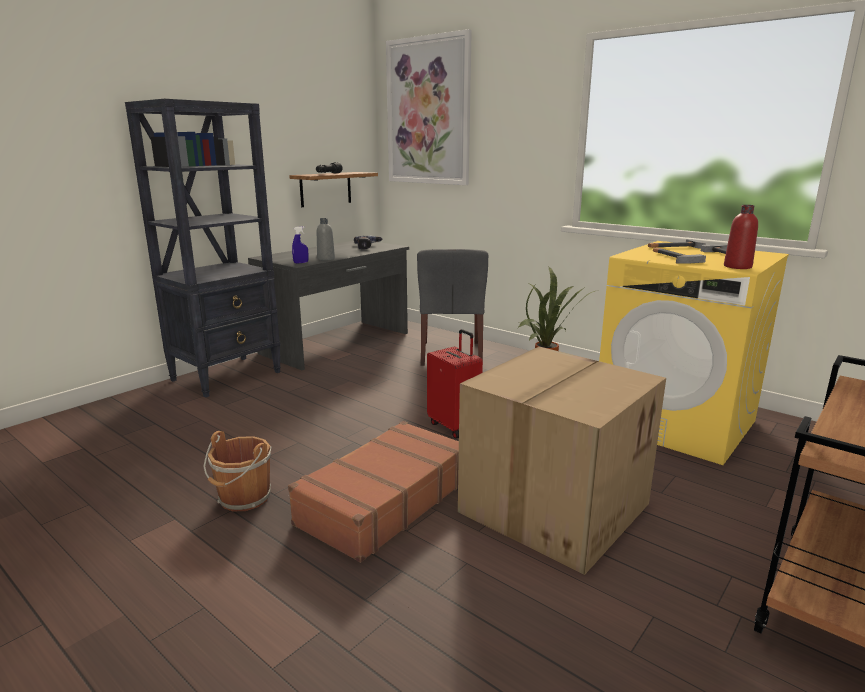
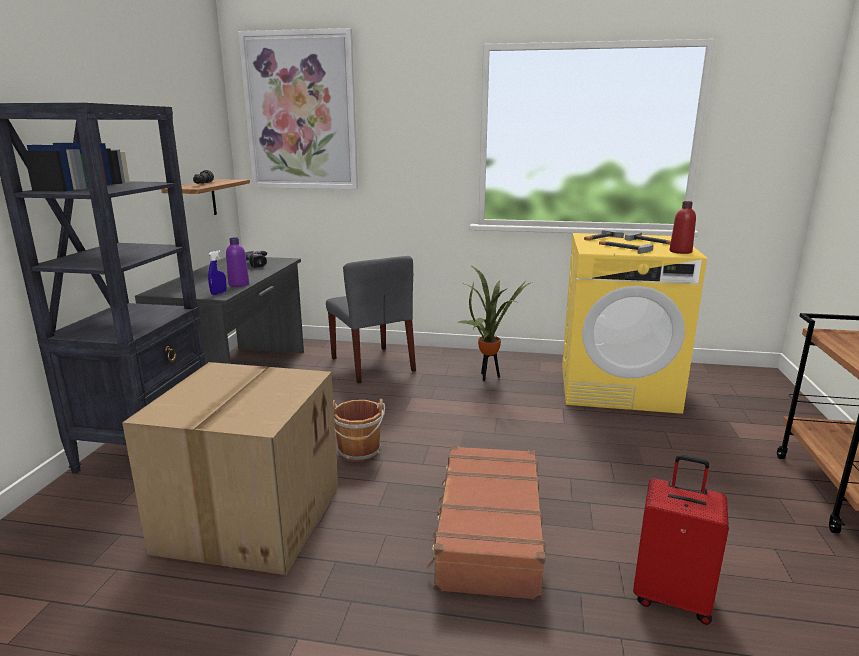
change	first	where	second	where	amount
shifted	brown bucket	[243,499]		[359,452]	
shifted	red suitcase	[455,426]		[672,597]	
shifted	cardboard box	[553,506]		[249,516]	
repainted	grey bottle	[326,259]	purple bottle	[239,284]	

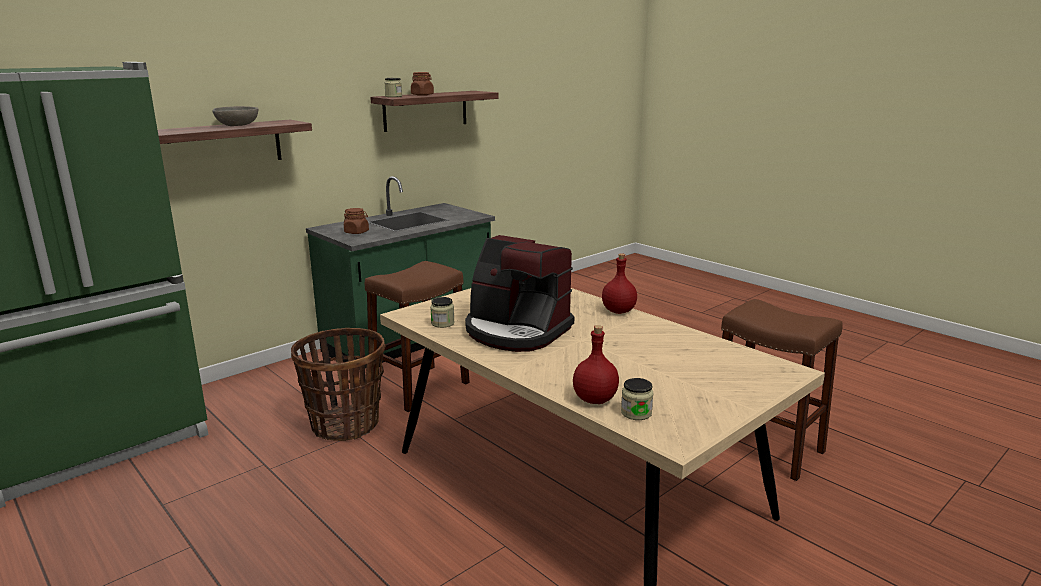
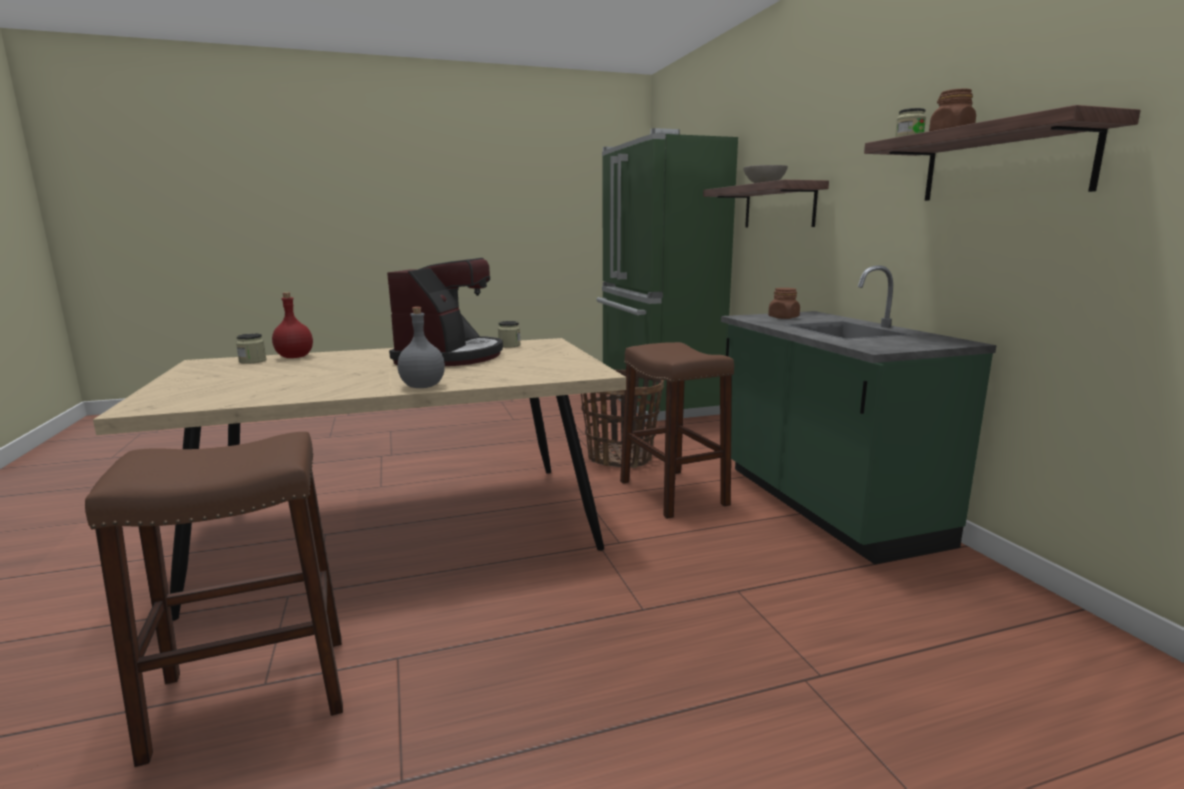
change	first	where	second	where	amount
repainted	red bottle	[618,311]	grey bottle	[422,386]	
rotated	coffee machine	[516,331]		[450,356]	135 degrees clockwise

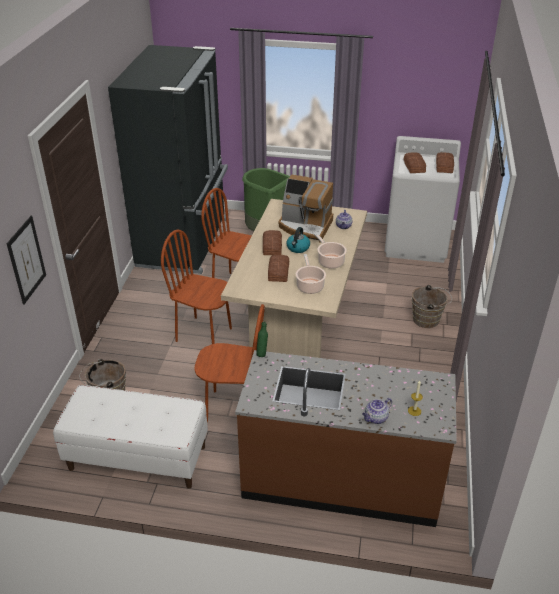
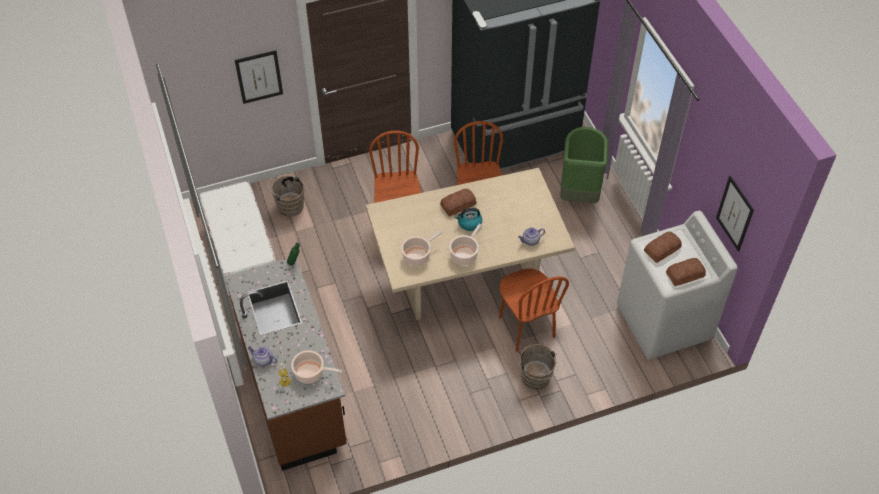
change	first	where	second	where	amount
gone	bread	[279,272]			
gone	coffee machine	[305,226]			
new			cooking pot	[311,373]	
new			picture	[735,213]	
shifted	brown chair	[233,408]		[526,327]	

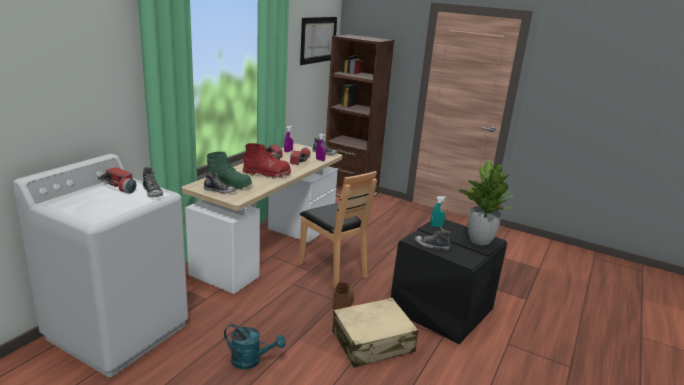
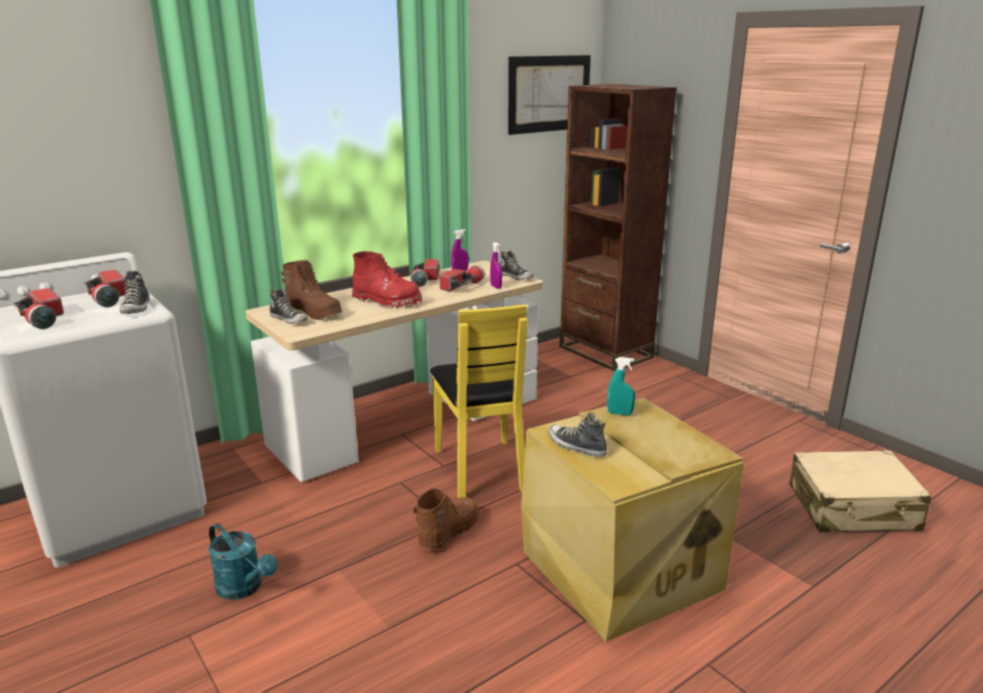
change	first	where	second	where	amount
gone	potted plant	[479,241]			
new			flashlight	[43,319]	
shifted	beige suitcase	[373,342]		[853,508]	
repainted	green boot	[229,184]	brown boot	[314,312]	
repainted	brown chair	[333,269]	yellow chair	[481,469]	
repainted	black storage box	[442,310]	beige storage box	[620,572]	

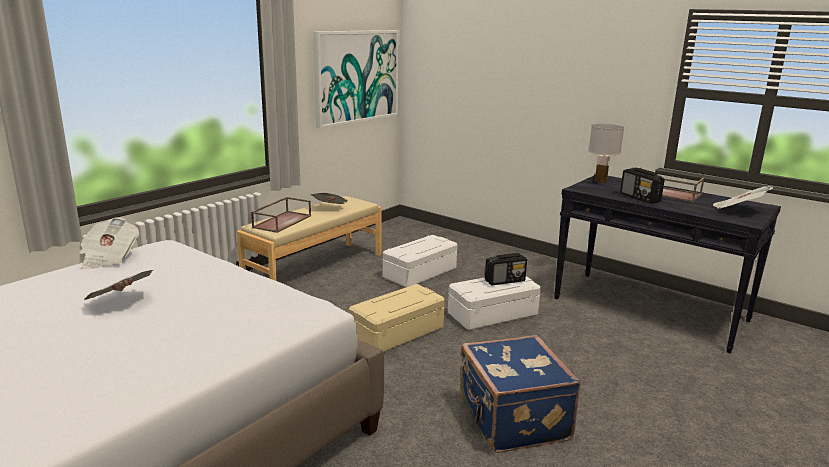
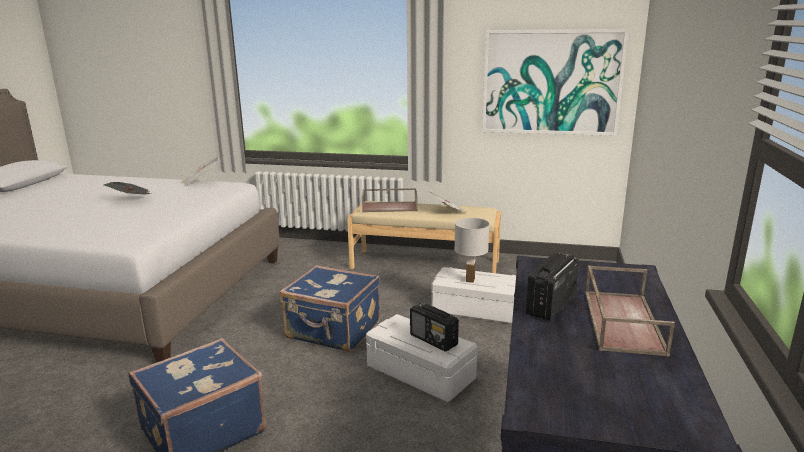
change	first	where	second	where	amount
gone	newspaper	[738,210]			
shifted	white table lamp	[600,181]		[470,280]	
swapped	beige storage box	[397,332]	blue suitcase	[333,331]	

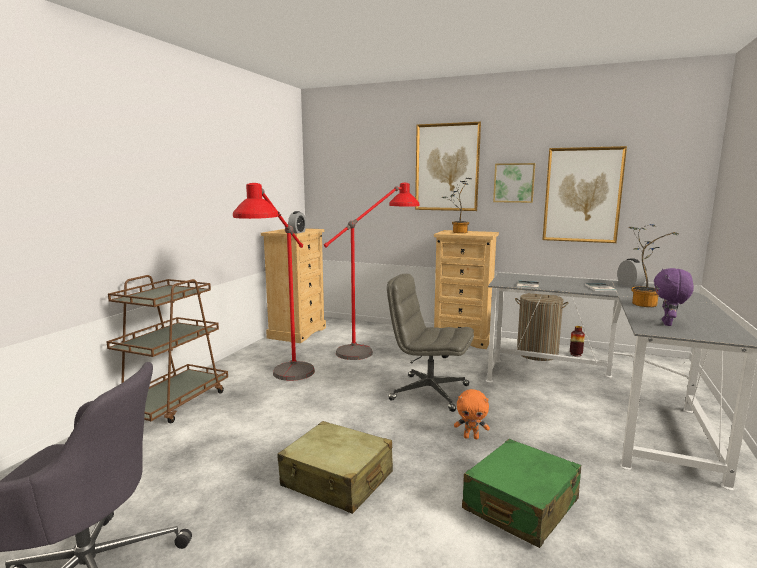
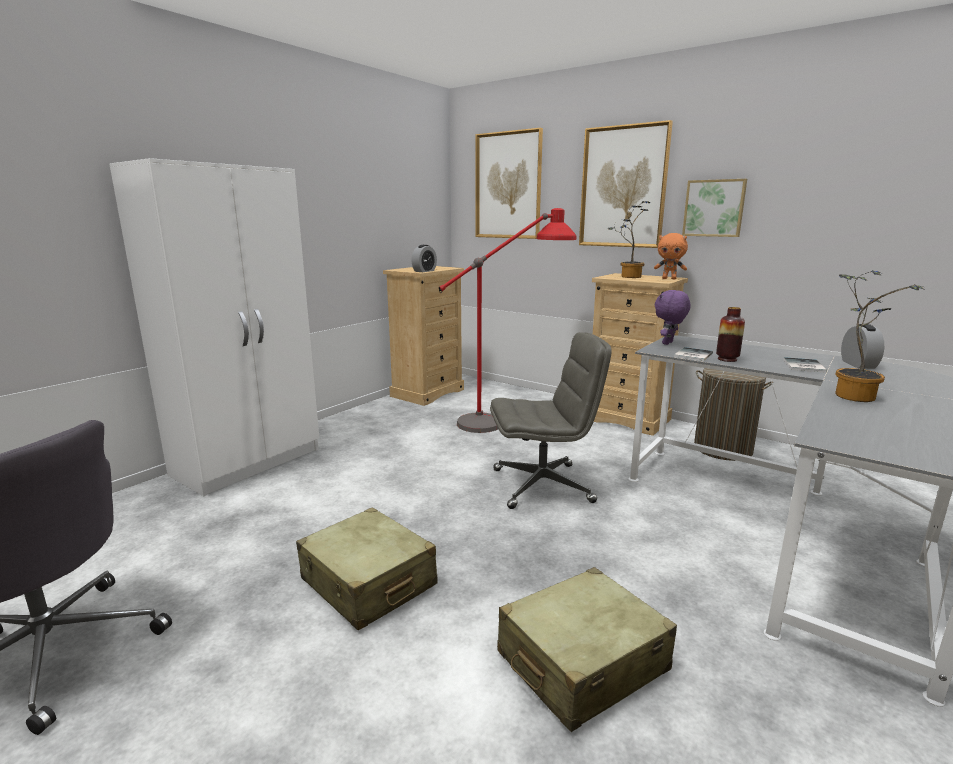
change	first	where	second	where	amount
gone	red floor lamp	[283,384]			
shifted	orange plush toy	[471,437]		[669,279]	
shifted	picture	[582,195]		[508,186]	
shifted	vase	[576,354]		[727,359]	
shifted	purple plush toy	[668,324]		[668,343]	
swapped	brown cart	[173,403]	white wardrobe	[249,462]	
repainted	green suitcase	[520,505]	beige suitcase	[581,662]	
rotated	grey office chair	[428,392]		[543,485]	135 degrees clockwise

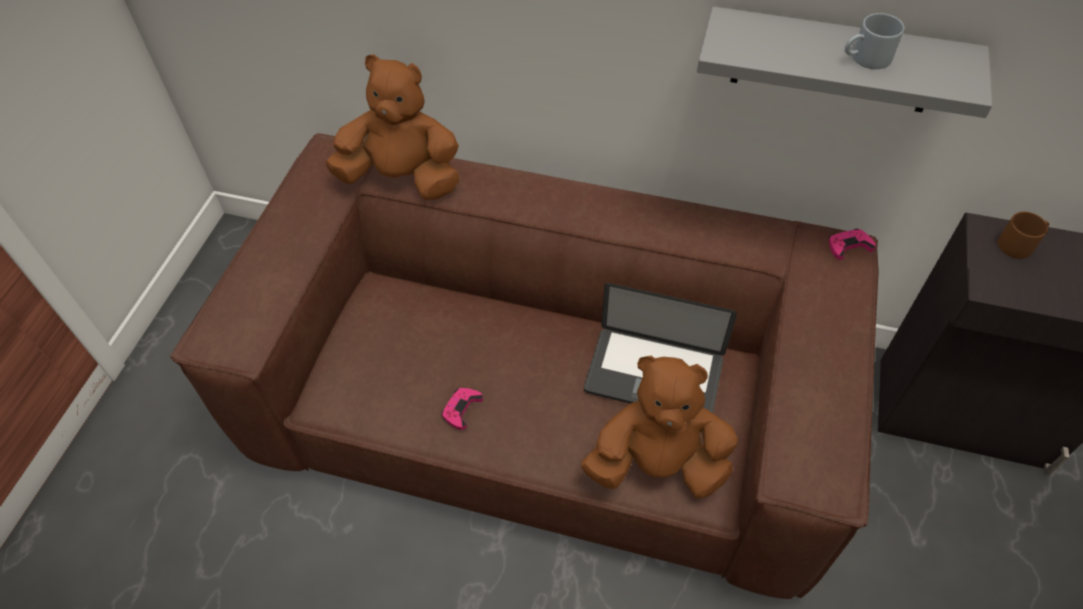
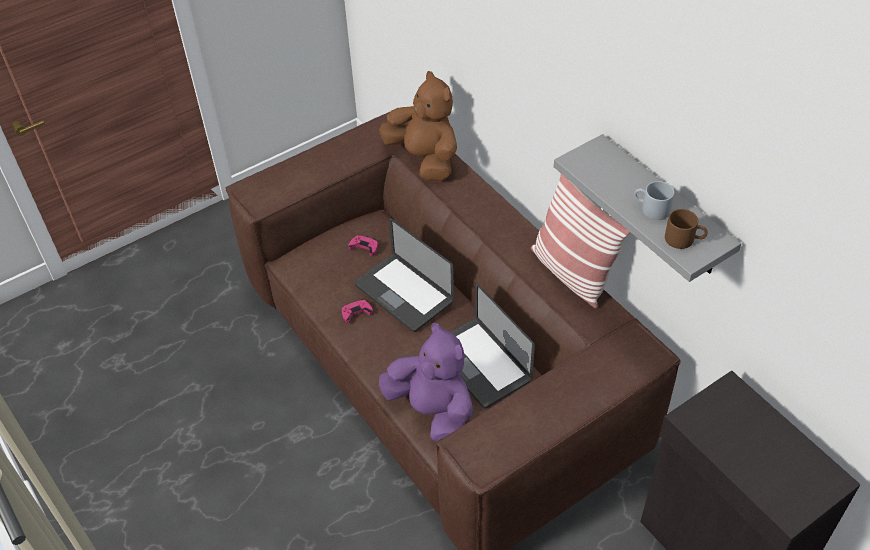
change	first	where	second	where	amount
new			laptop	[403,294]	
new			pillow	[571,273]	
shifted	pink game controller	[848,246]		[364,246]	
shifted	brown mug	[1019,243]		[684,239]	
repainted	brown plush toy	[657,464]	purple plush toy	[432,411]	

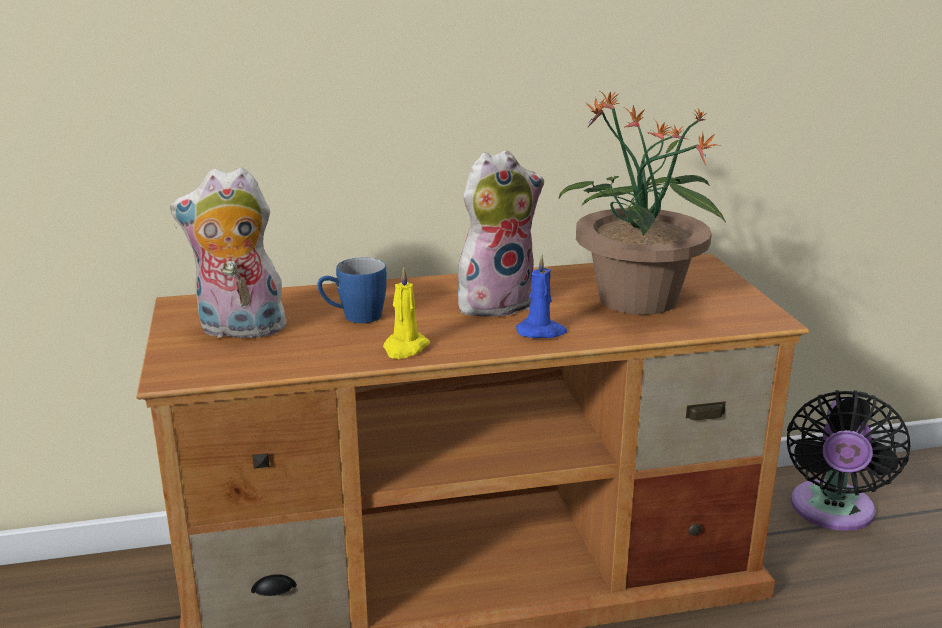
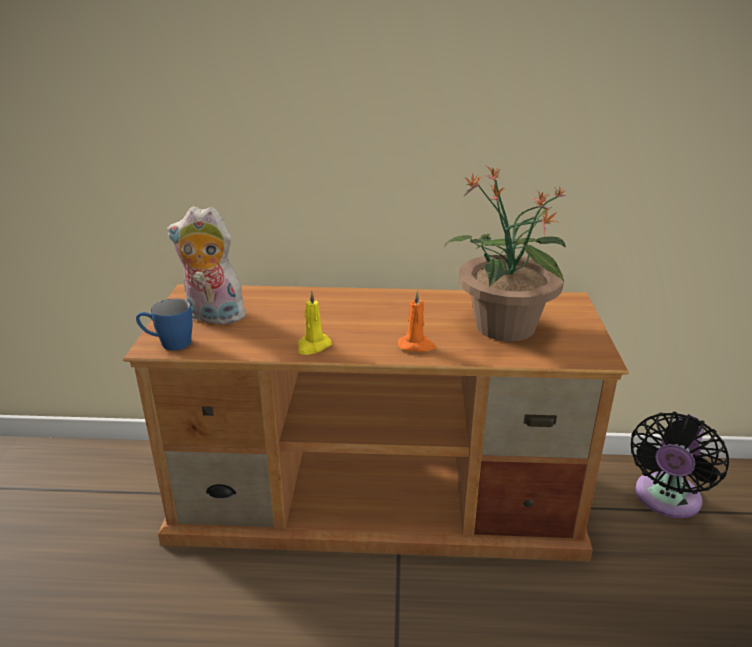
change	first	where	second	where	amount
gone	plush toy	[495,302]			
shifted	blue mug	[354,317]		[168,344]	
repainted	blue candle	[541,332]	orange candle	[417,345]	

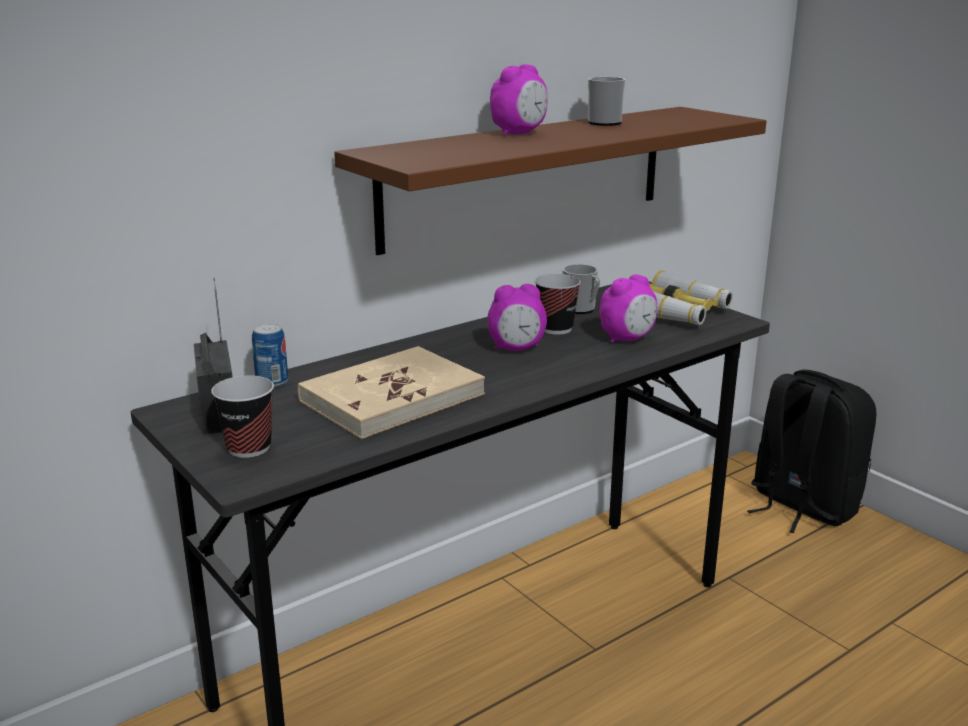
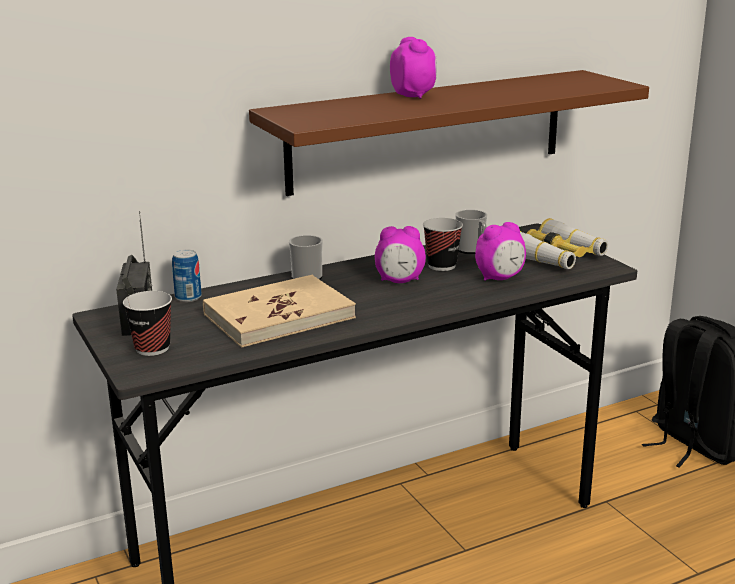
change	first	where	second	where	amount
shifted	mug	[601,122]		[305,276]	
rotated	alarm clock	[519,133]		[413,96]	75 degrees counterclockwise

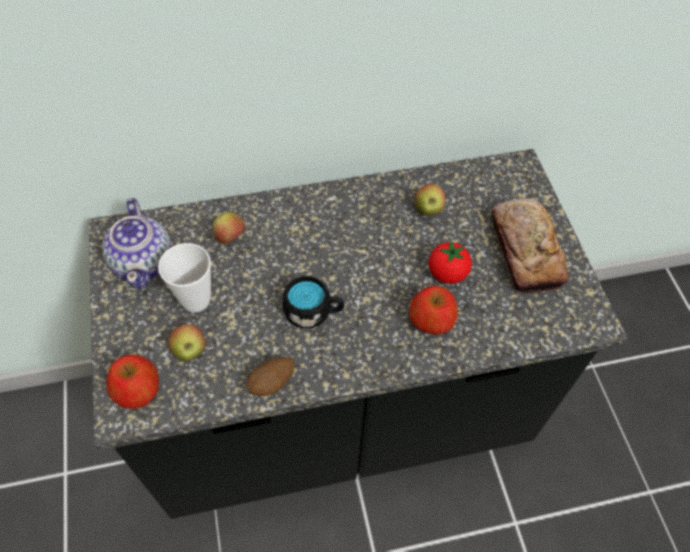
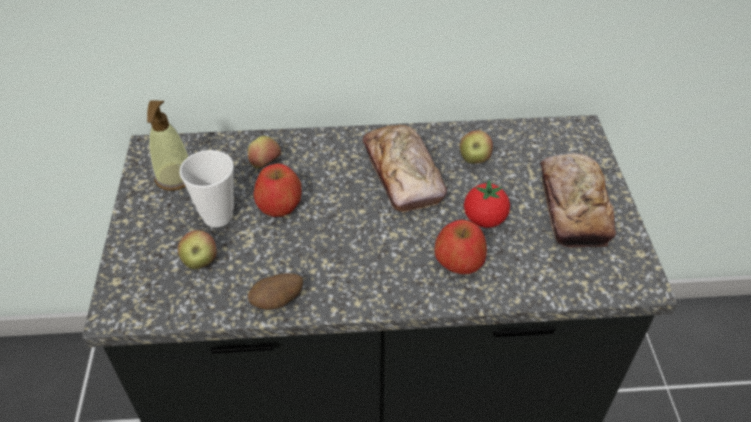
change	first	where	second	where	amount
gone	black mug	[313,312]			
new			bread	[403,175]	
shifted	apple	[137,390]		[279,204]	
swapped	teapot	[144,262]	soap dispenser	[175,178]	

